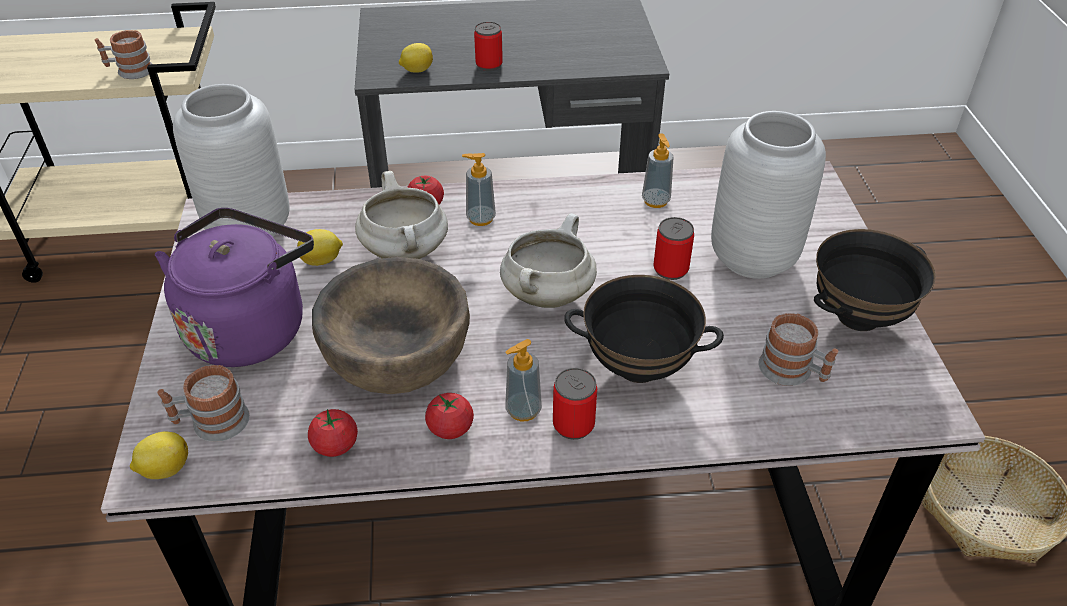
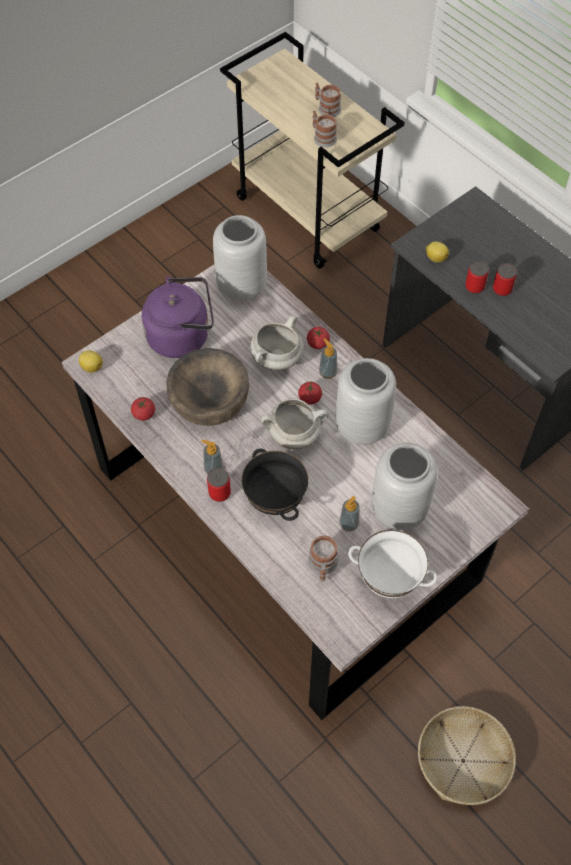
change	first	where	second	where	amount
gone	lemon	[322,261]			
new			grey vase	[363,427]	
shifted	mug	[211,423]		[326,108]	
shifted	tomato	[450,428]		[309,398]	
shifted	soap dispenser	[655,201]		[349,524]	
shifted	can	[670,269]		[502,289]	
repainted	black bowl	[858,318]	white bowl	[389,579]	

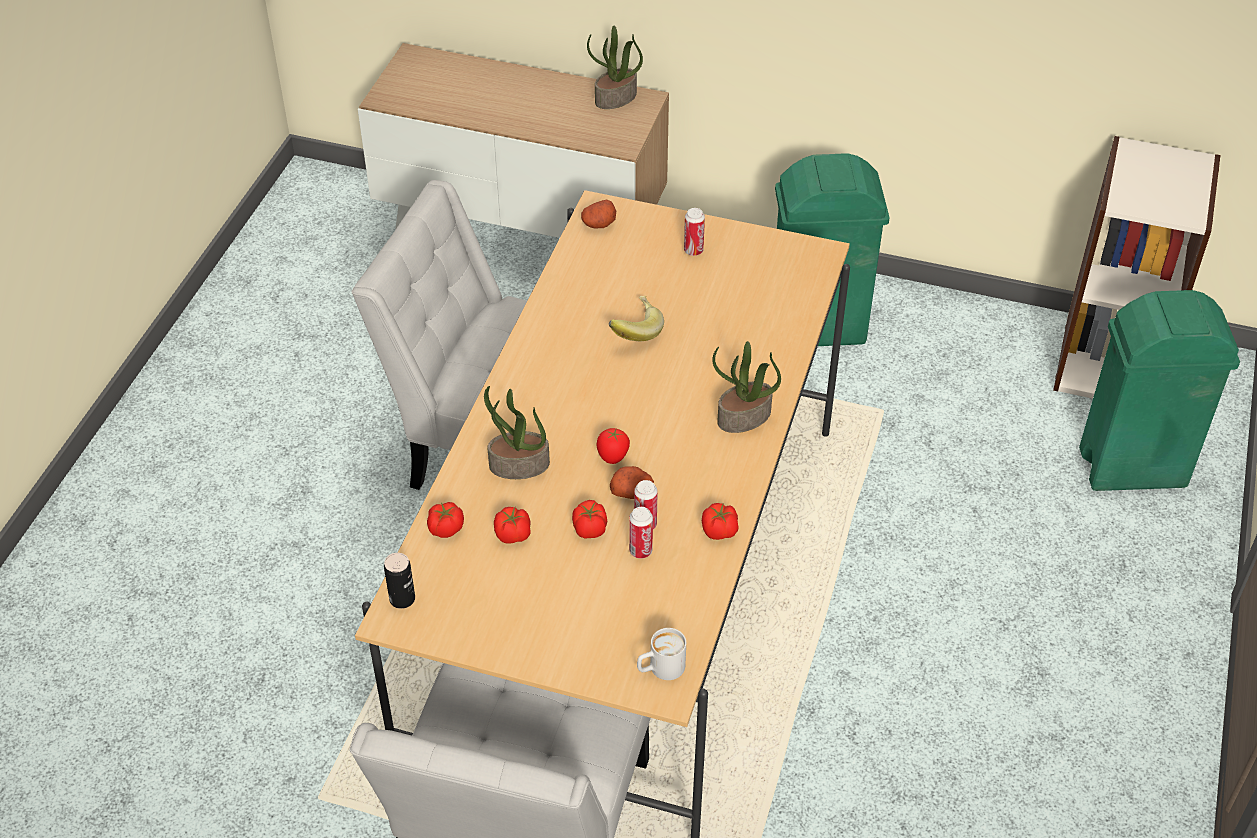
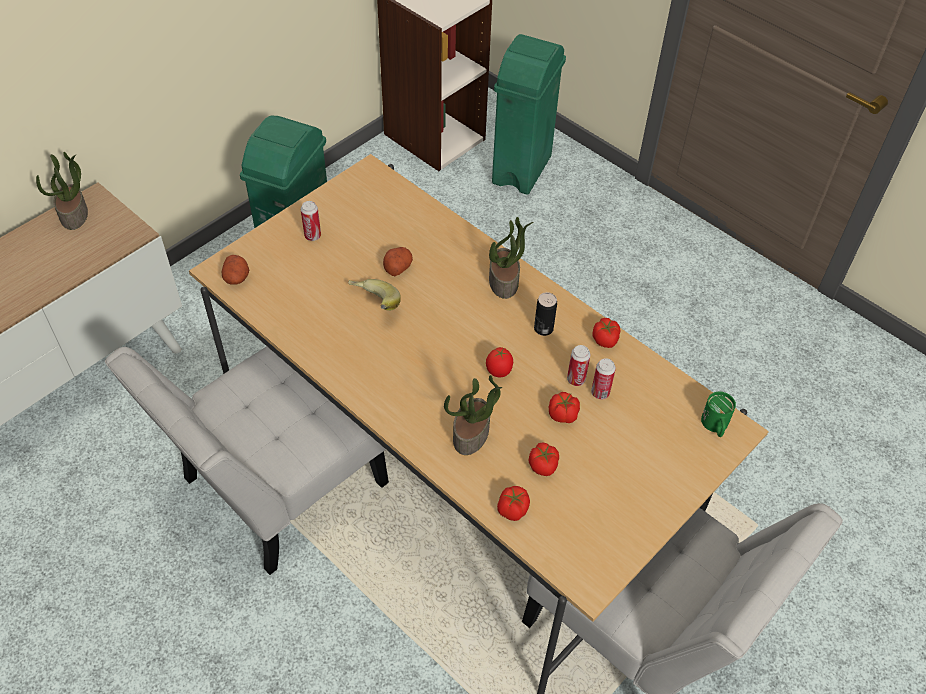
change	first	where	second	where	amount
shifted	can	[402,599]		[543,328]	
shifted	potato	[632,492]		[397,267]	
repainted	white mug	[660,669]	green mug	[715,426]	

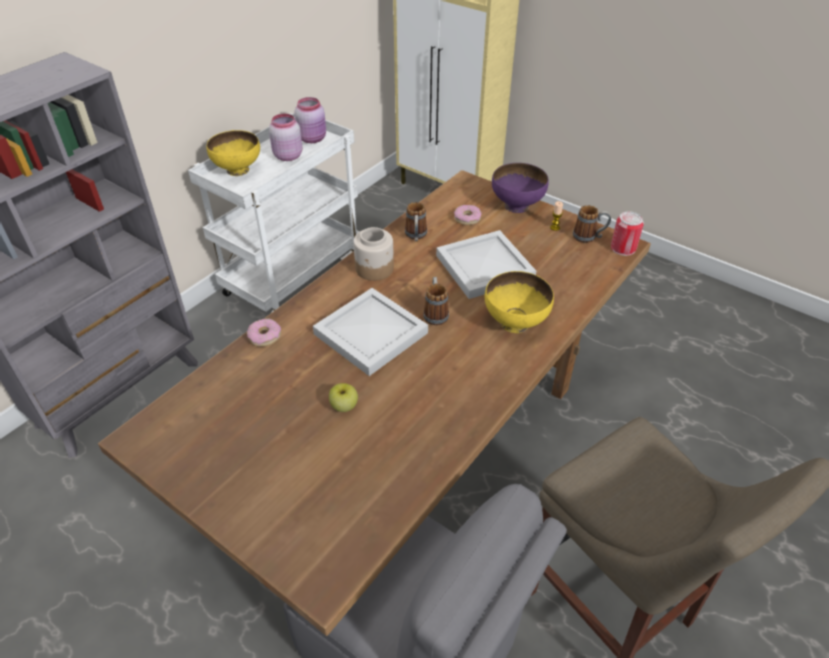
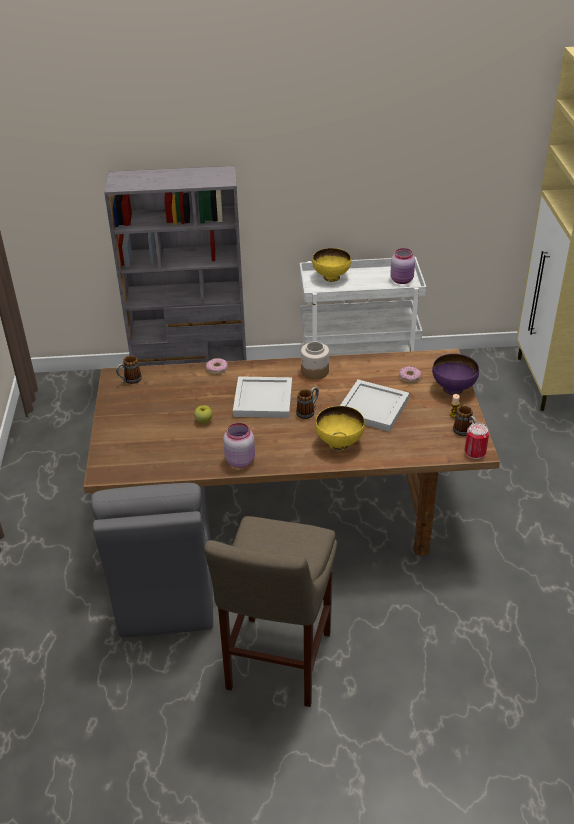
change	first	where	second	where	amount
shifted	pink jar	[287,156]		[240,460]	
shifted	mug	[416,236]		[129,380]	

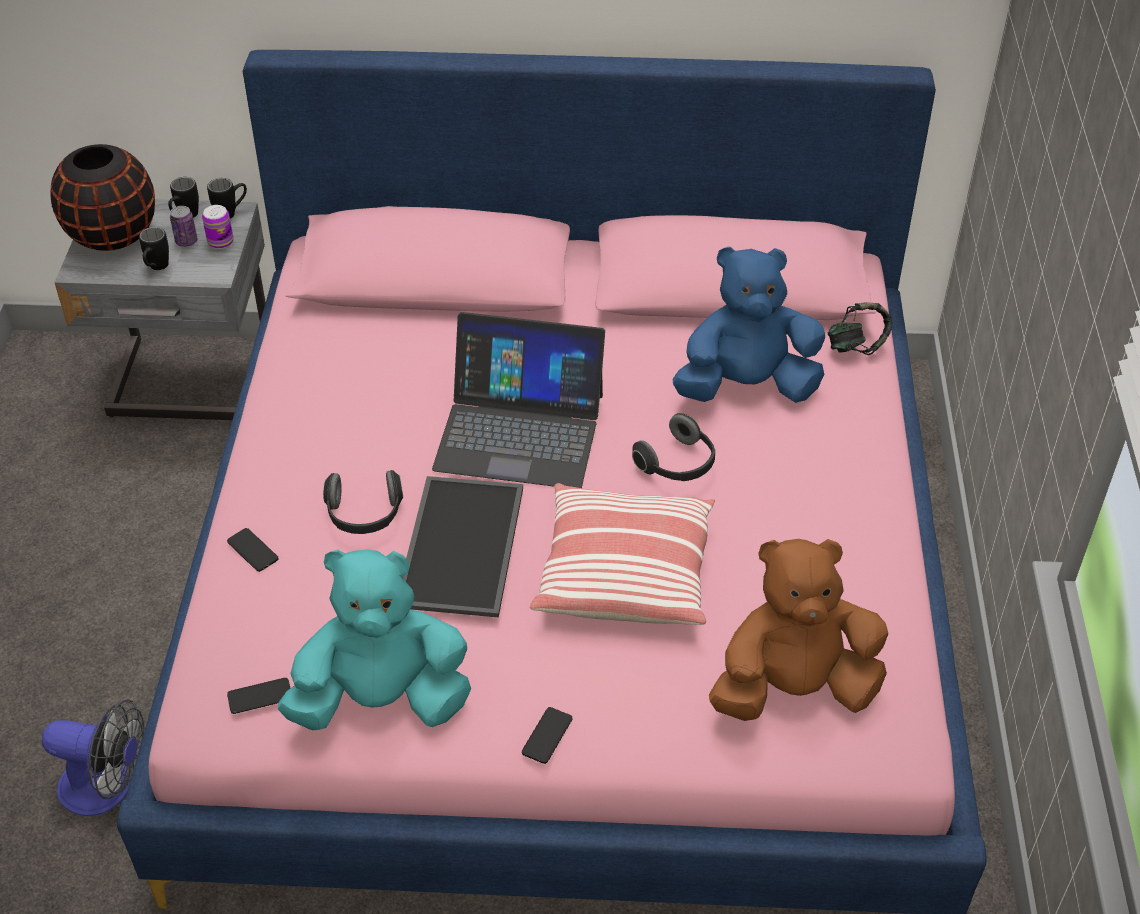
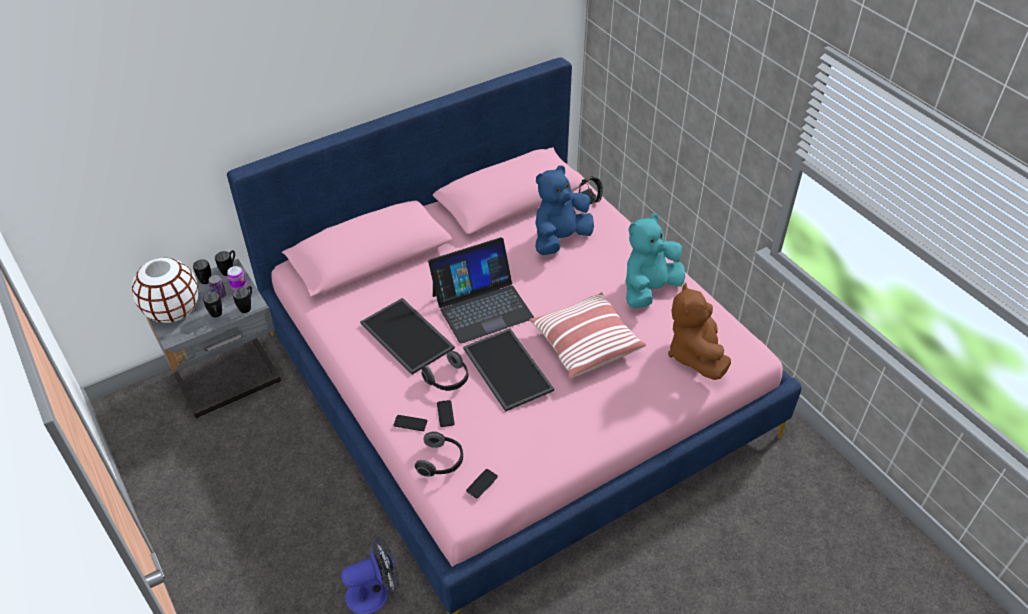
change	first	where	second	where	amount
new			black mug	[247,306]	
new			tray	[408,335]	
shifted	turquoise plush toy	[382,700]		[649,289]	
shifted	phone	[547,735]		[445,413]	
shifted	headphones	[677,464]		[441,461]	
repainted	black vase	[113,235]	white vase	[173,310]	
rotated	brown plush toy	[793,688]		[695,354]	45 degrees counterclockwise

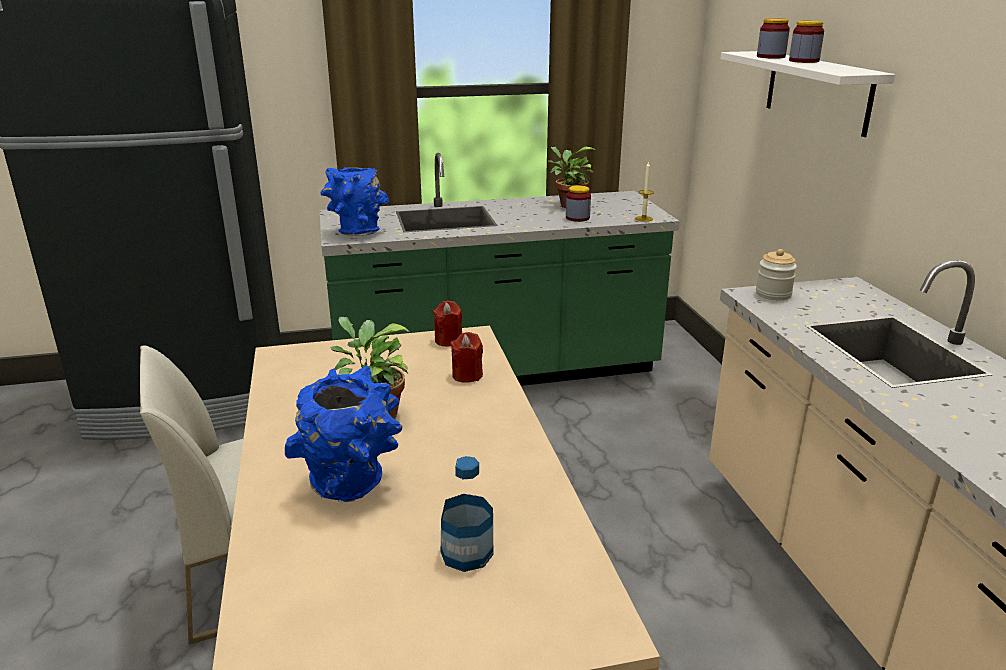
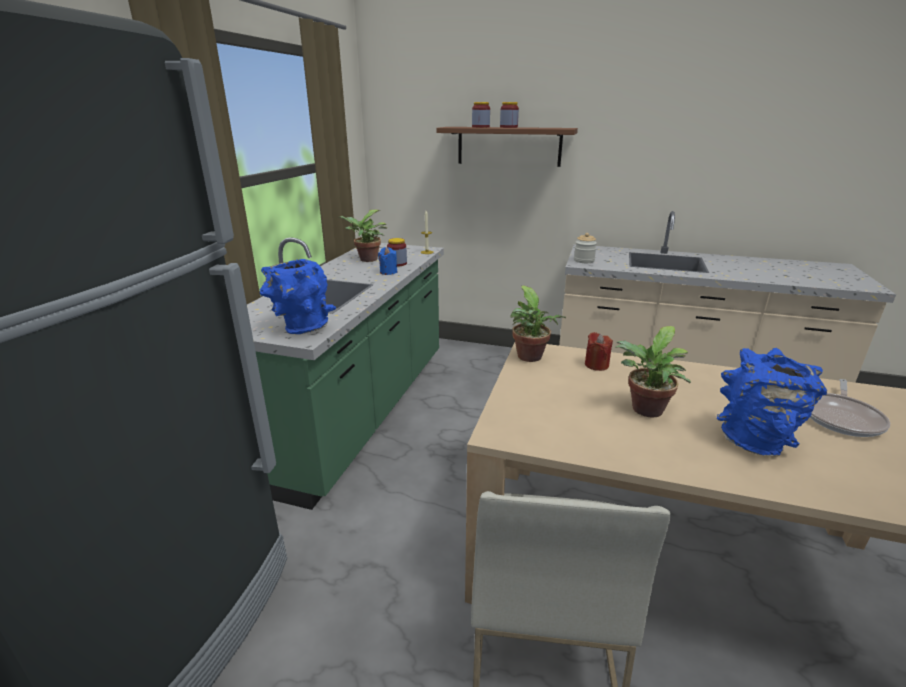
change	first	where	second	where	amount
new			blue candle	[388,272]	
swapped	red candle	[448,340]	potted plant	[531,358]	
swapped	bottle	[466,553]	frying pan	[841,417]	
repainted	white shelf	[817,91]	brown shelf	[509,146]	

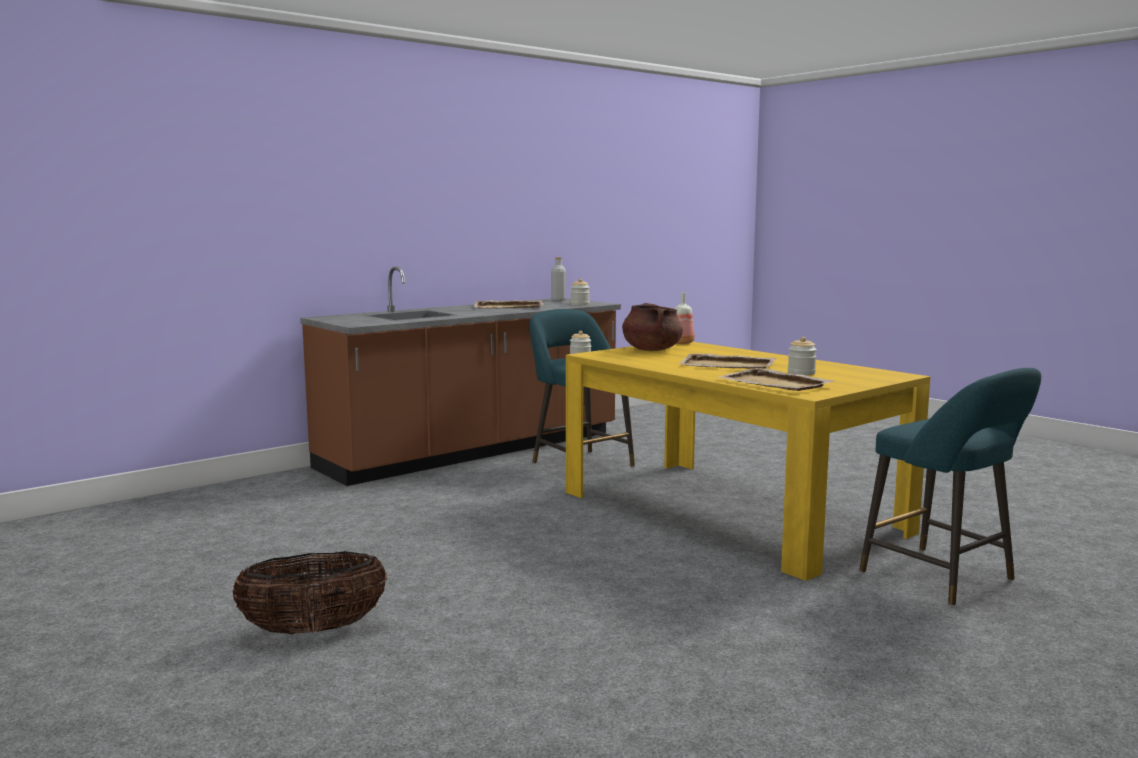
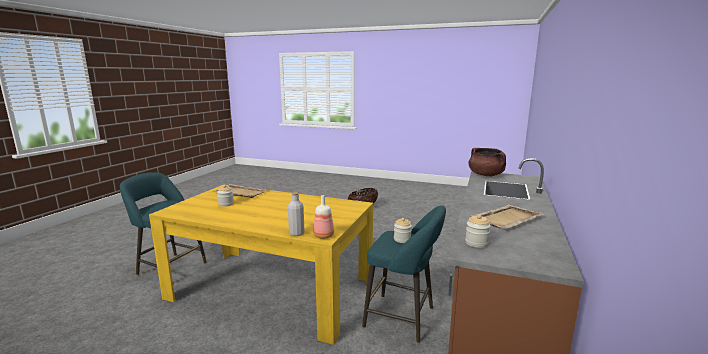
change	first	where	second	where	amount
gone	beige tray	[728,365]			
shifted	grey bottle	[558,300]		[296,233]	
shifted	brown cooking pot	[651,350]		[486,175]	

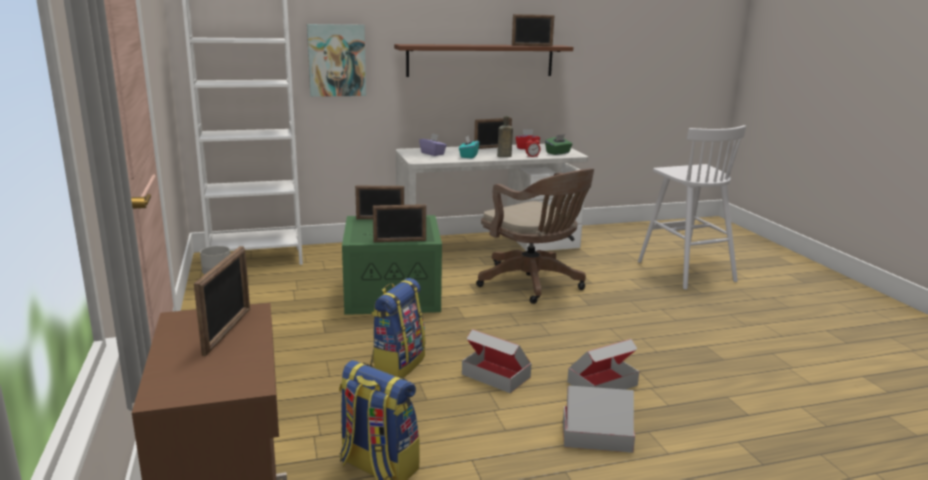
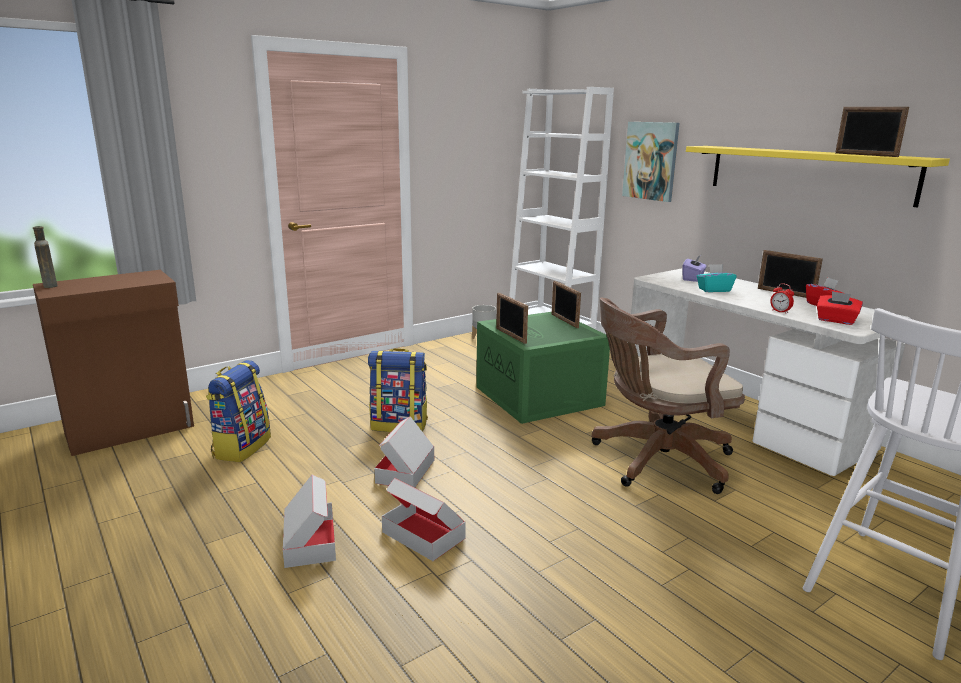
change	first	where	second	where	amount
gone	picture frame	[228,331]			
shifted	brown bottle	[503,156]		[50,285]	
repainted	brown shelf	[481,60]	yellow shelf	[807,173]	
repainted	green tissue box	[558,153]	red tissue box	[836,320]	
rotated	brown office chair	[533,284]		[655,460]	45 degrees clockwise

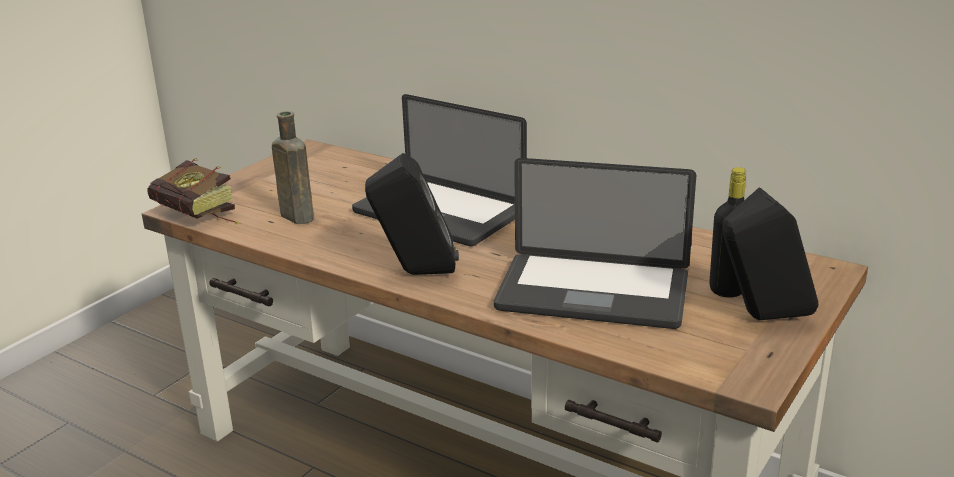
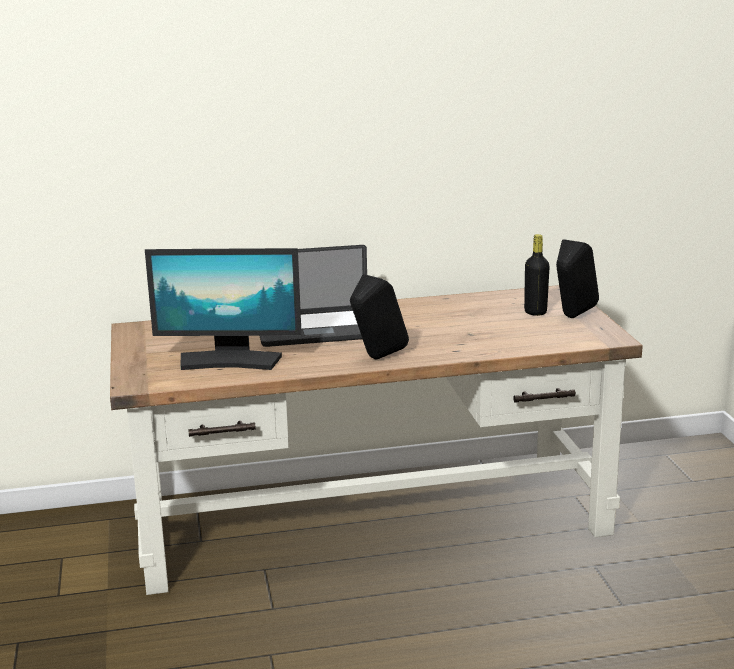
change	first	where	second	where	amount
gone	book	[200,217]			
gone	laptop	[592,293]			
swapped	brown bottle	[295,216]	monitor	[229,361]	

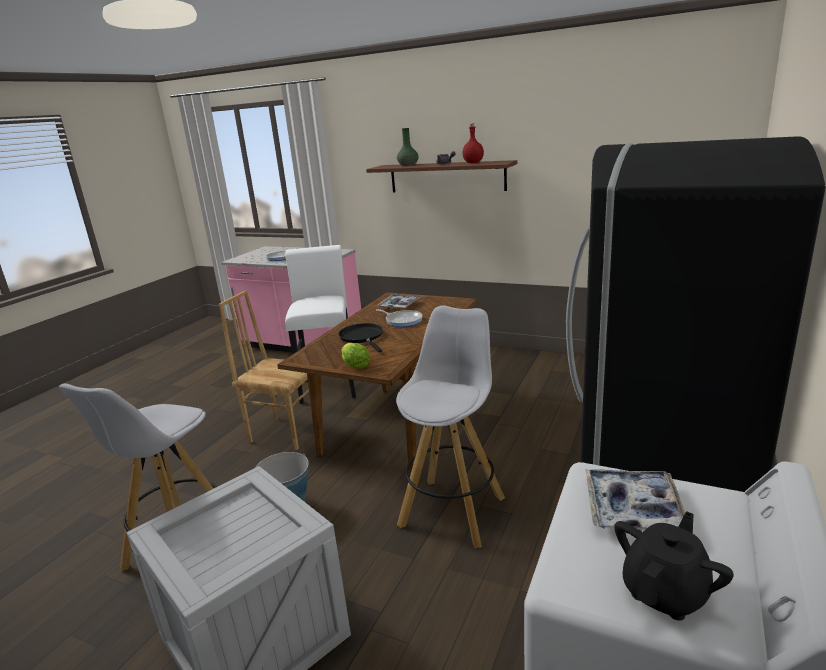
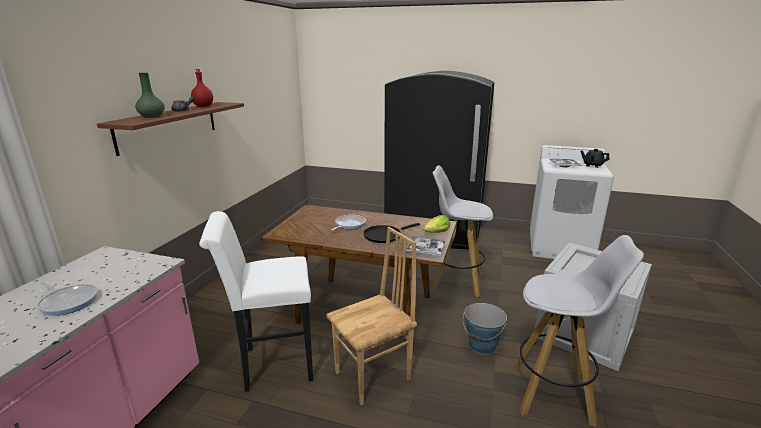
change	first	where	second	where	amount
shifted	tray	[399,305]		[426,250]	
rotated	brown chair	[286,432]		[374,376]	135 degrees counterclockwise

